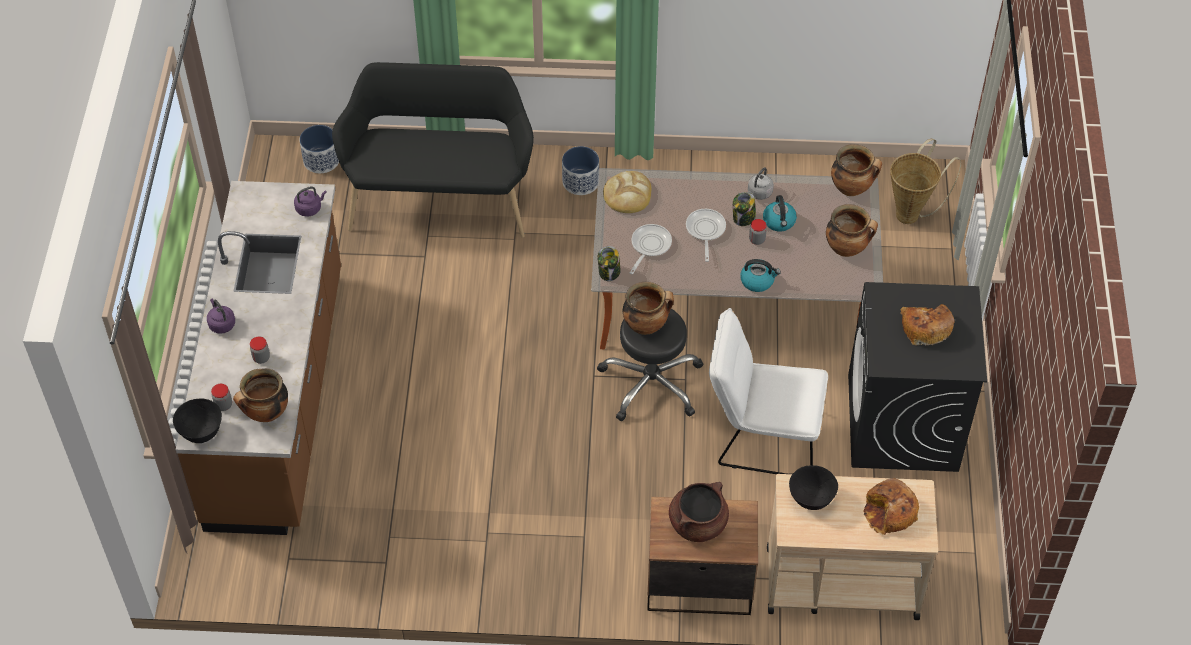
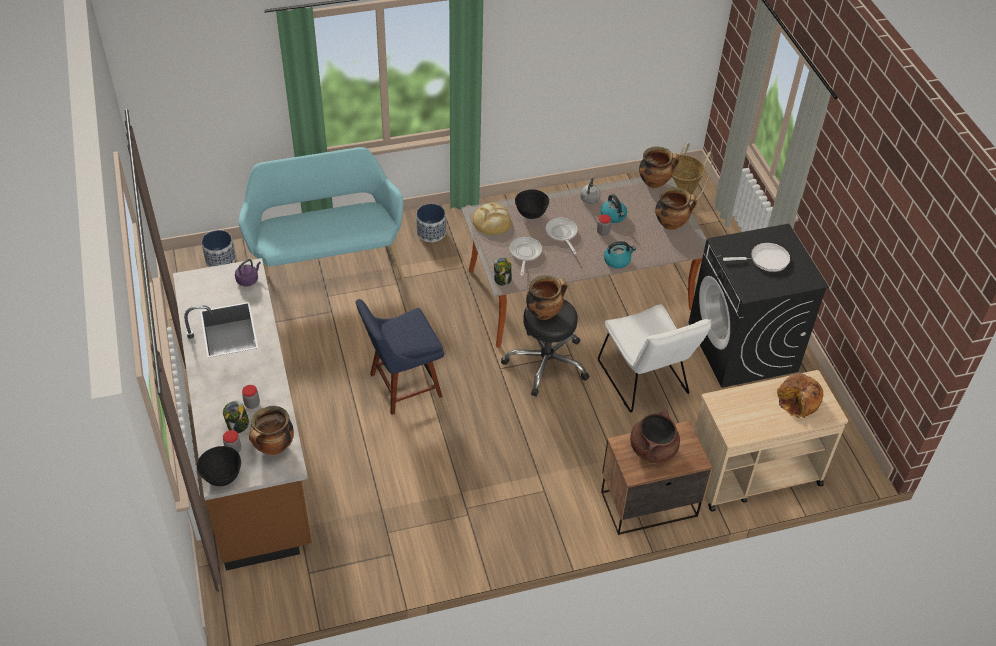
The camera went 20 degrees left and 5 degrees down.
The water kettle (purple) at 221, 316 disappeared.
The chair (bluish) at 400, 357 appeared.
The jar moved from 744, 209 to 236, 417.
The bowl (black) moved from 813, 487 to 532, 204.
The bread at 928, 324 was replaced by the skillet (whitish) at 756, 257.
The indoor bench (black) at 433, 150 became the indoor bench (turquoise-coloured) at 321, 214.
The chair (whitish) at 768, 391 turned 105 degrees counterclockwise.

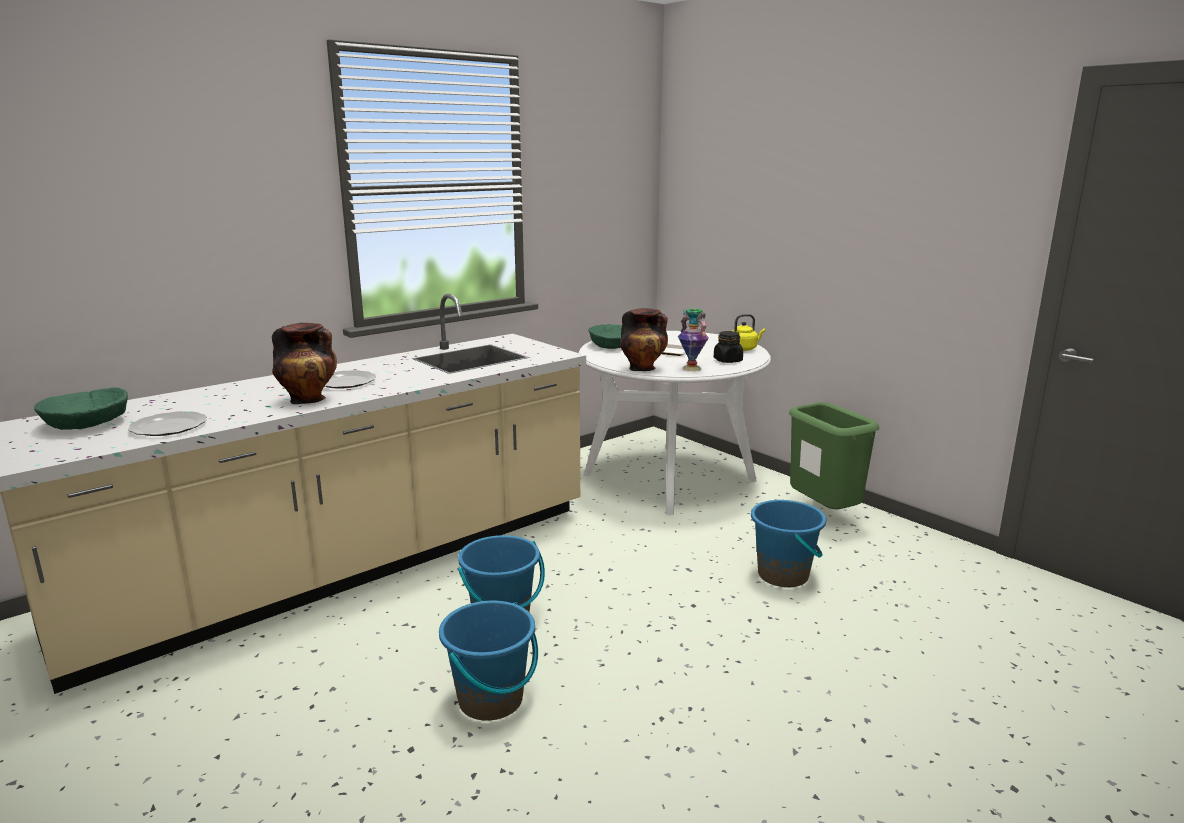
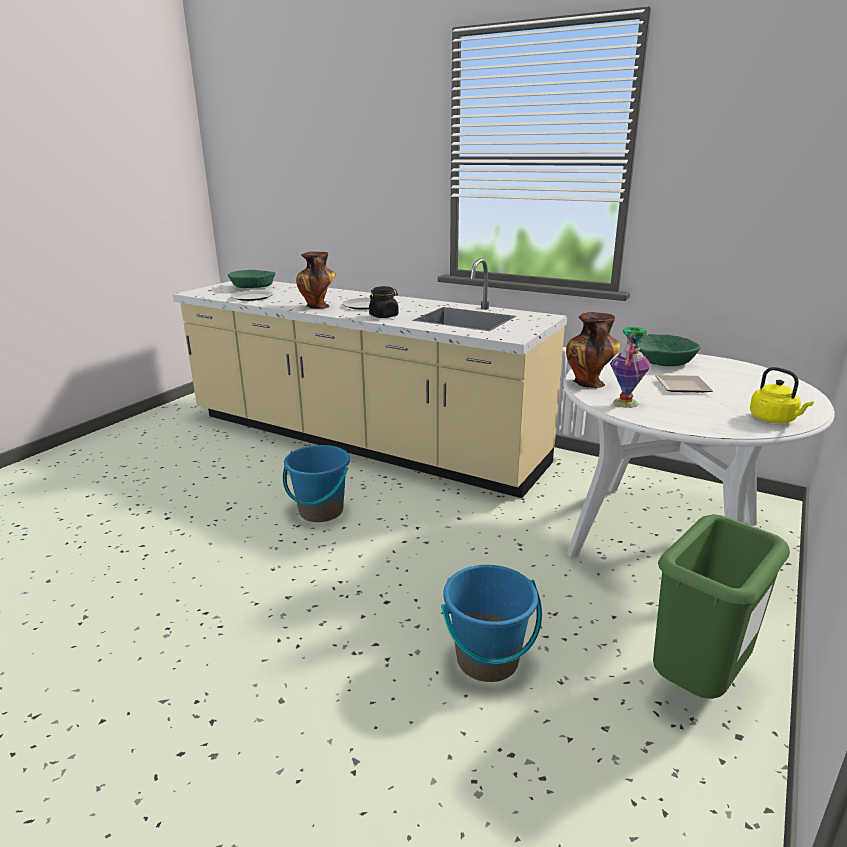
The camera went 70 degrees right and 5 degrees up.
The bucket (bluish) at 488, 661 disappeared.
The jar (black) moved from 728, 347 to 384, 302.

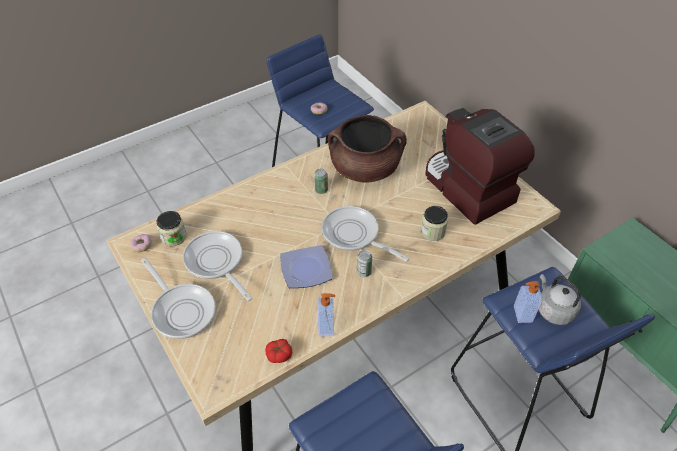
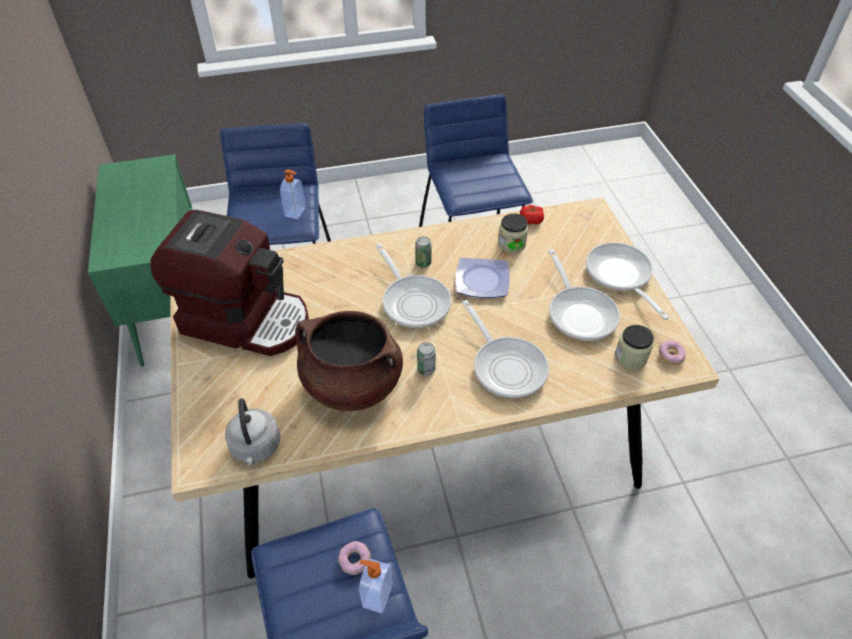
The camera went 160 degrees left and 0 degrees up.
The skillet at 505, 349 appeared.
The soap bottle moved from 326, 315 to 376, 586.
The jar moved from 434, 223 to 513, 233.
The water kettle (grey) moved from 559, 299 to 252, 431.
The coffee machine at 480, 166 turned 60 degrees counterclockwise.

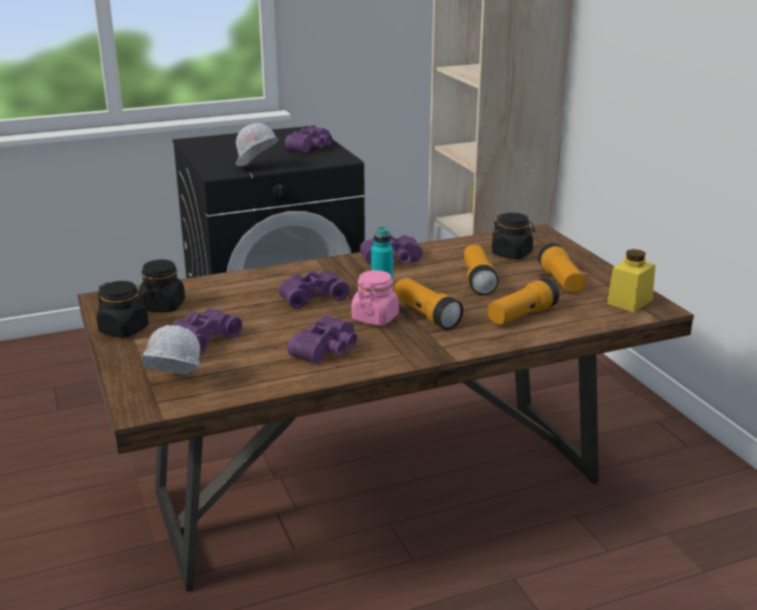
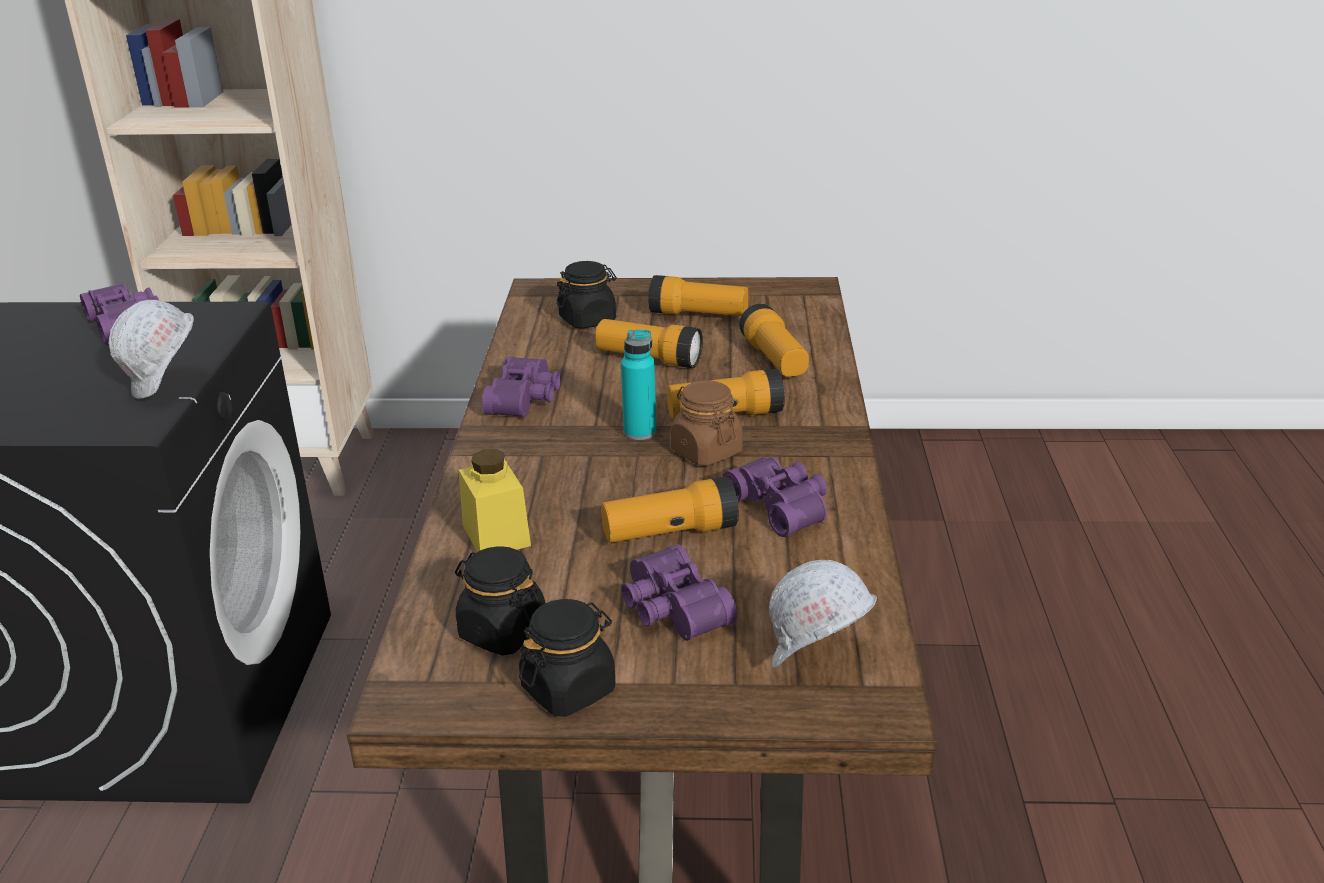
The camera went 65 degrees left and 5 degrees up.
The pair of binoculars (purple) at 314, 289 disappeared.
The torch at 670, 510 appeared.
The jar (yellow) moved from 631, 280 to 495, 500.
The jar (pink-coloured) at 375, 298 became the jar (brown-coloured) at 707, 423.

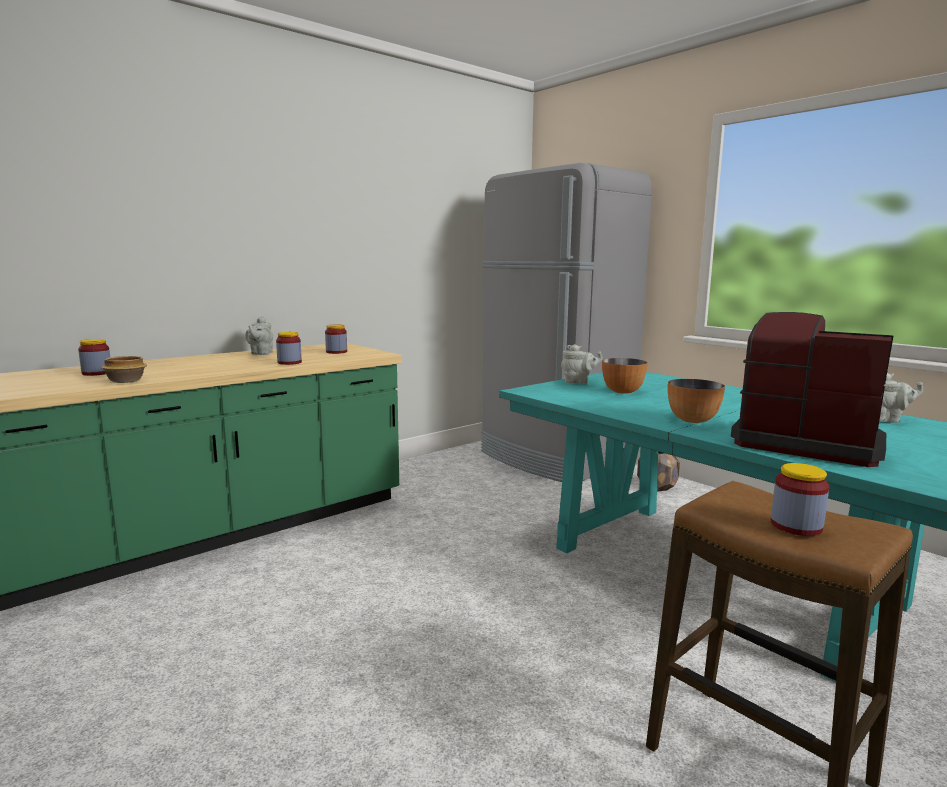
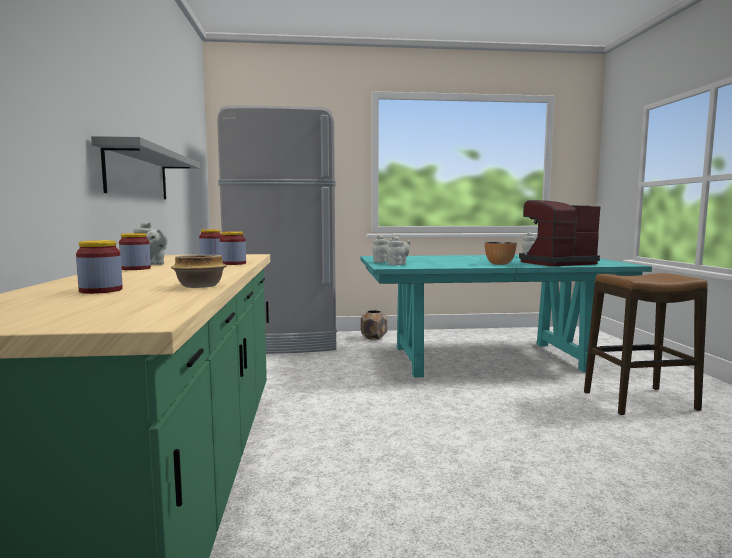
The camera went 55 degrees left and 5 degrees down.
The bowl at 625, 376 disappeared.
The wall shelf (grey) at 145, 167 appeared.
The tea pot (grey) at 398, 250 appeared.
The jar moved from 800, 499 to 135, 251.

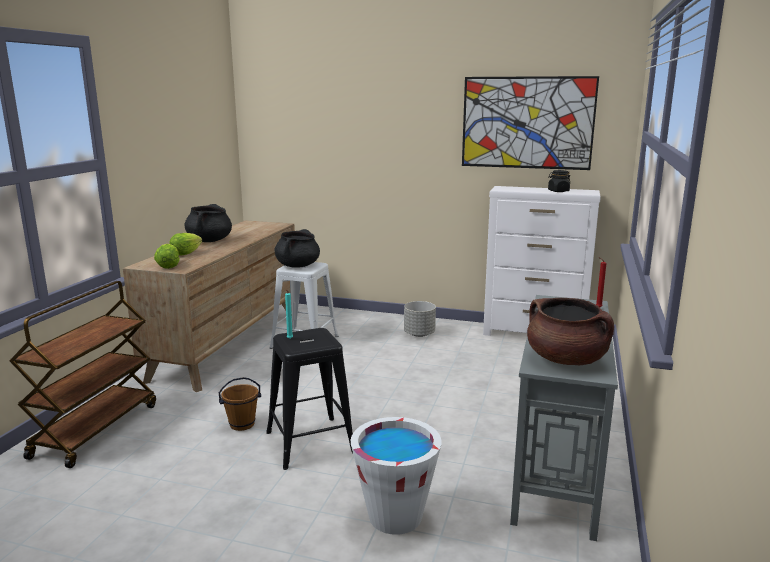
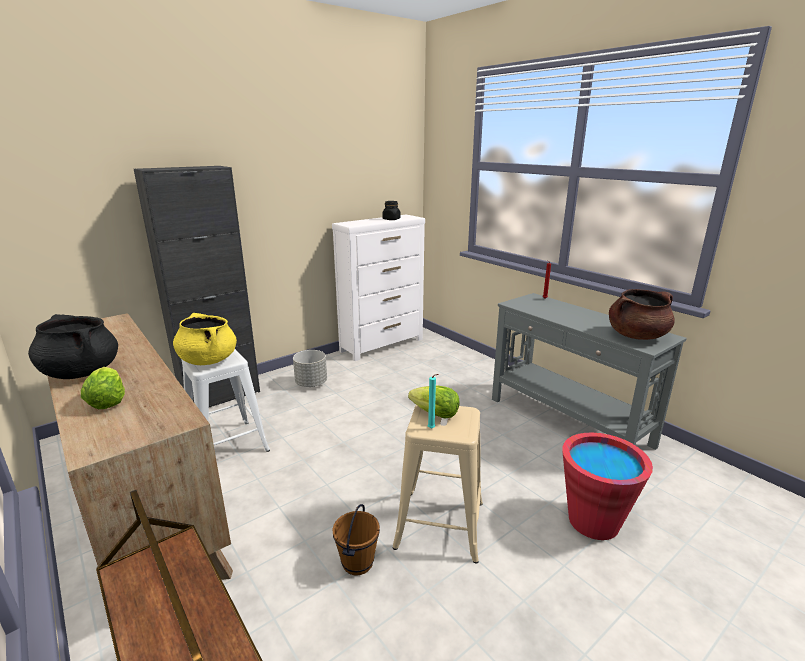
The camera went 55 degrees left and 5 degrees up.
The picture at 530, 123 disappeared.
The storage cabinet (black) at 197, 286 appeared.
The head of lettuce moved from 167, 256 to 433, 402.
The sitting stool (black) at 309, 399 became the sitting stool (beige-coloured) at 438, 484.
The cooking pot (black) at 297, 248 became the cooking pot (yellow) at 205, 339.
The bucket (whitish) at 396, 476 became the bucket (red) at 607, 486.

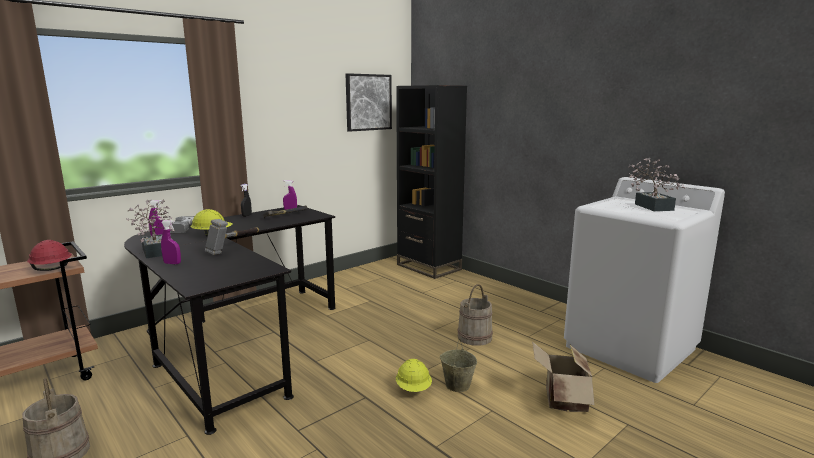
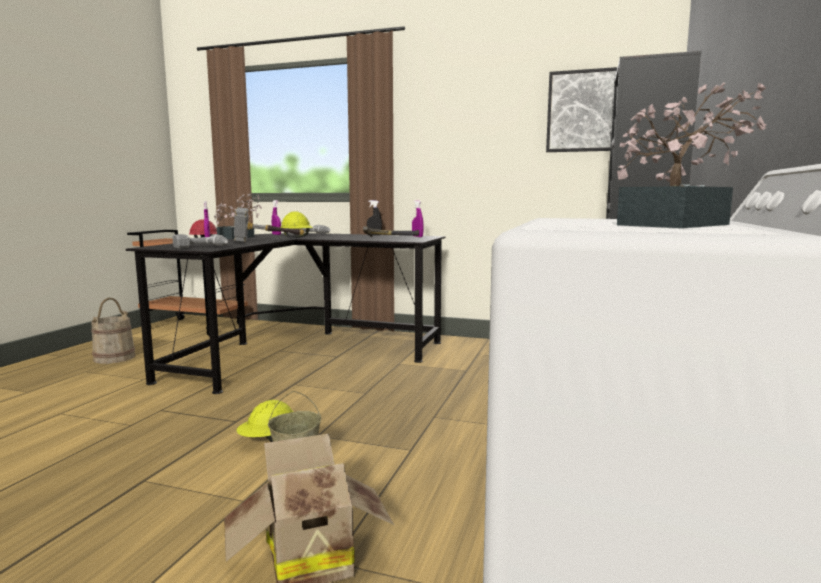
The camera went 60 degrees right and 5 degrees down.
The bucket (beige-coloured) at 475, 315 disappeared.
The electric drill at 200, 241 appeared.

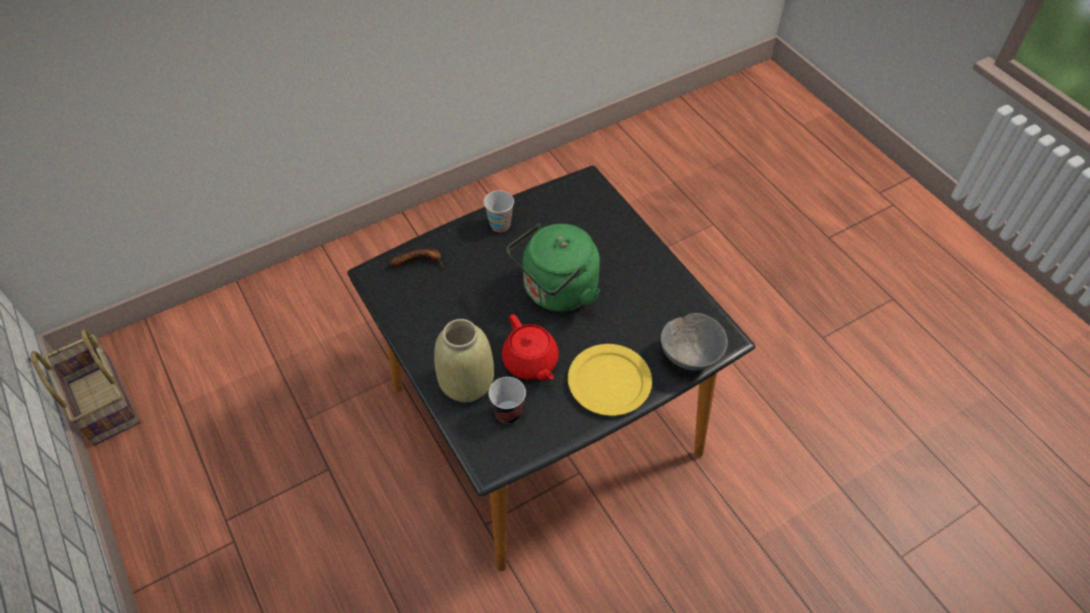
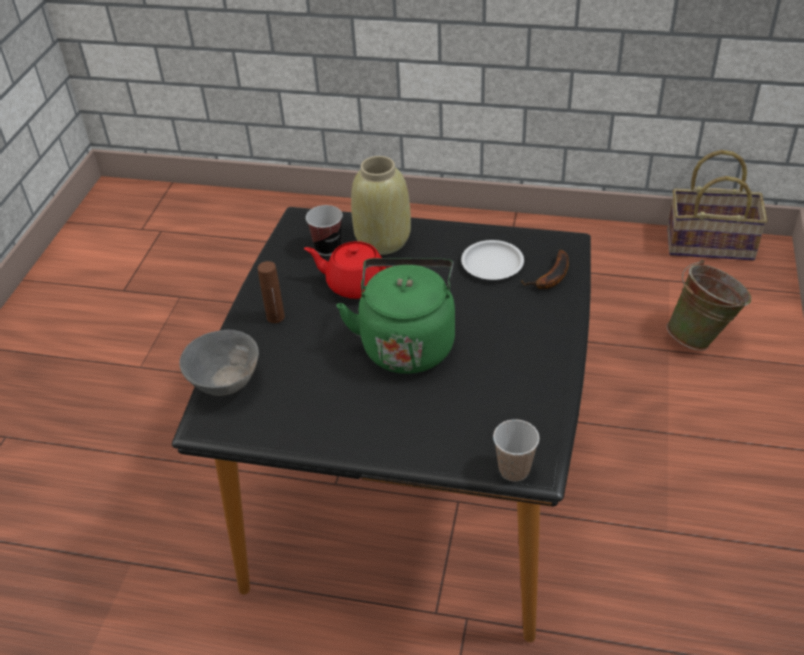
The camera went 135 degrees right and 10 degrees down.
The plate (whitish) at 492, 260 appeared.
The bucket (green) at 709, 305 appeared.
The drinking cup moved from 499, 211 to 516, 450.
The plate (yellow) at 610, 380 was replaced by the beverage bottle (brown-coloured) at 271, 292.

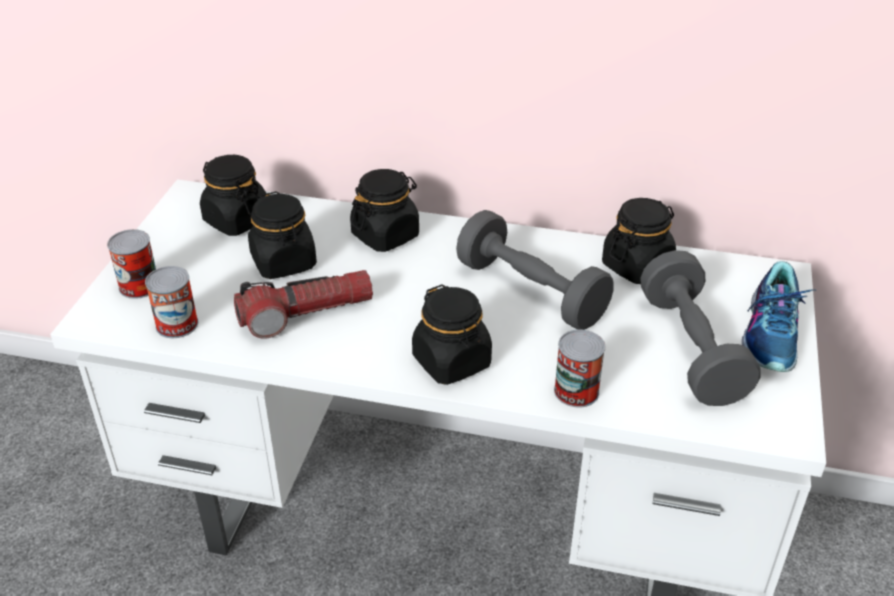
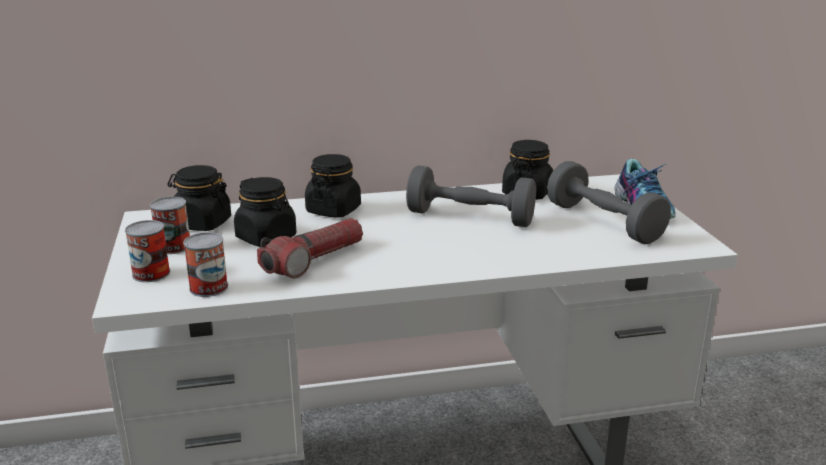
The camera went 25 degrees left and 15 degrees down.
The jar (black) at 452, 334 disappeared.
The can moved from 579, 369 to 170, 225.

